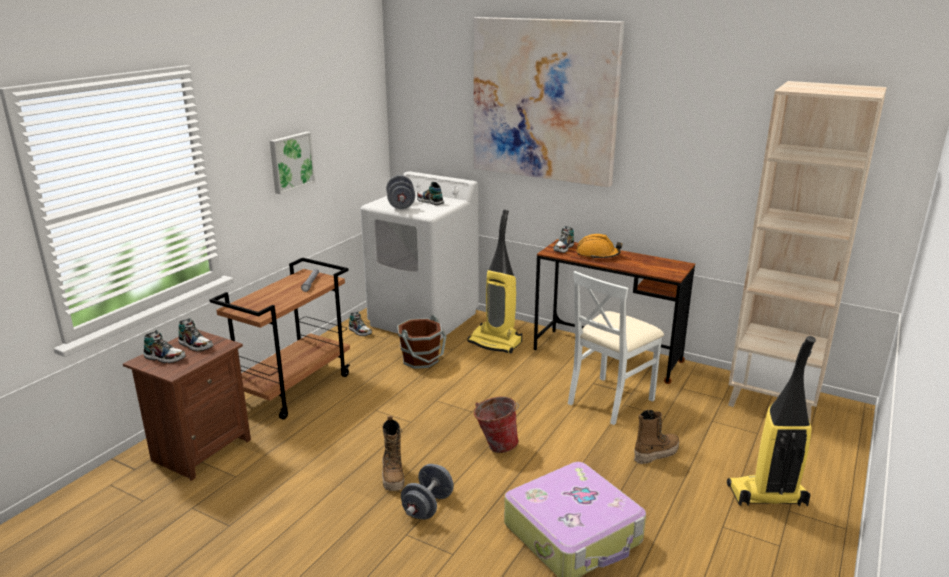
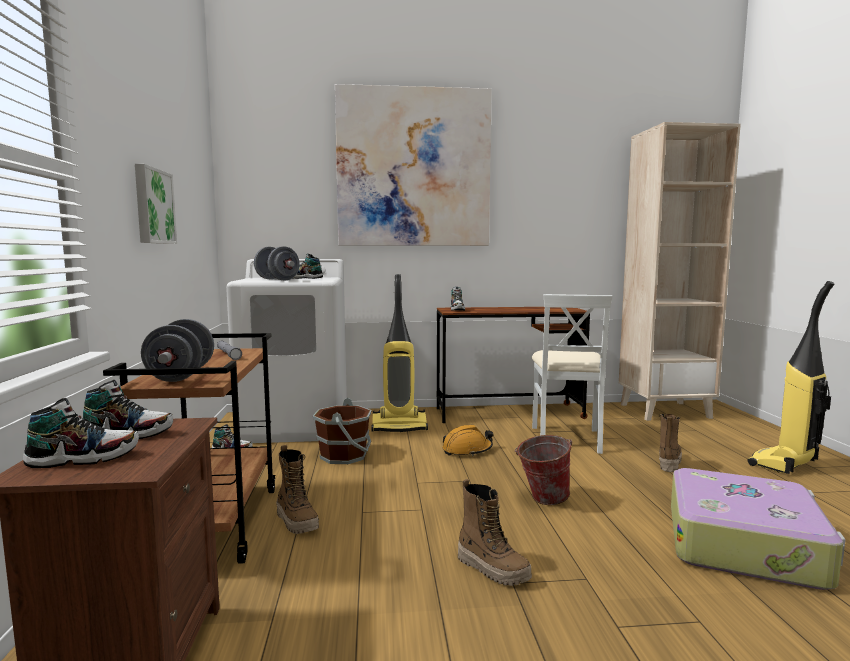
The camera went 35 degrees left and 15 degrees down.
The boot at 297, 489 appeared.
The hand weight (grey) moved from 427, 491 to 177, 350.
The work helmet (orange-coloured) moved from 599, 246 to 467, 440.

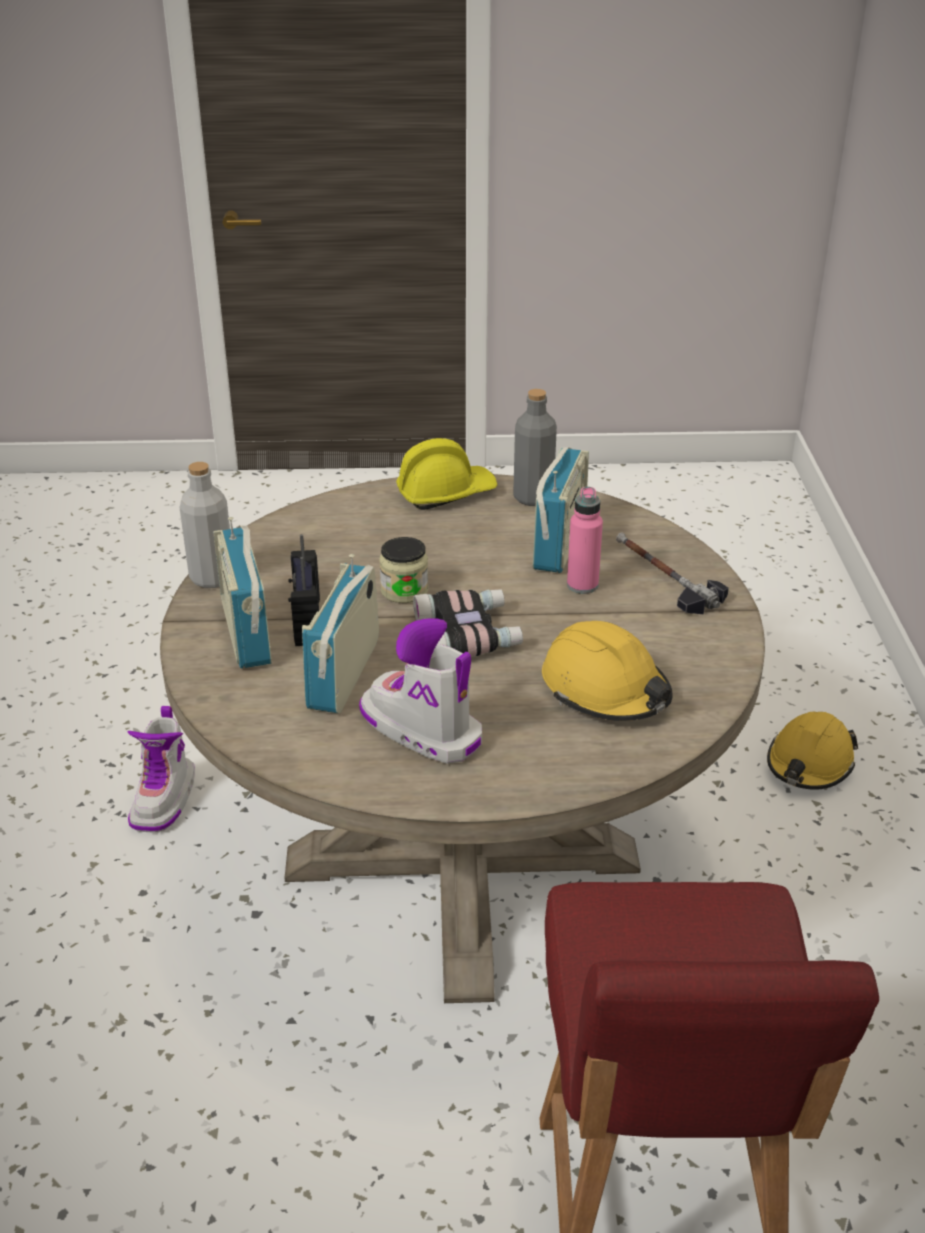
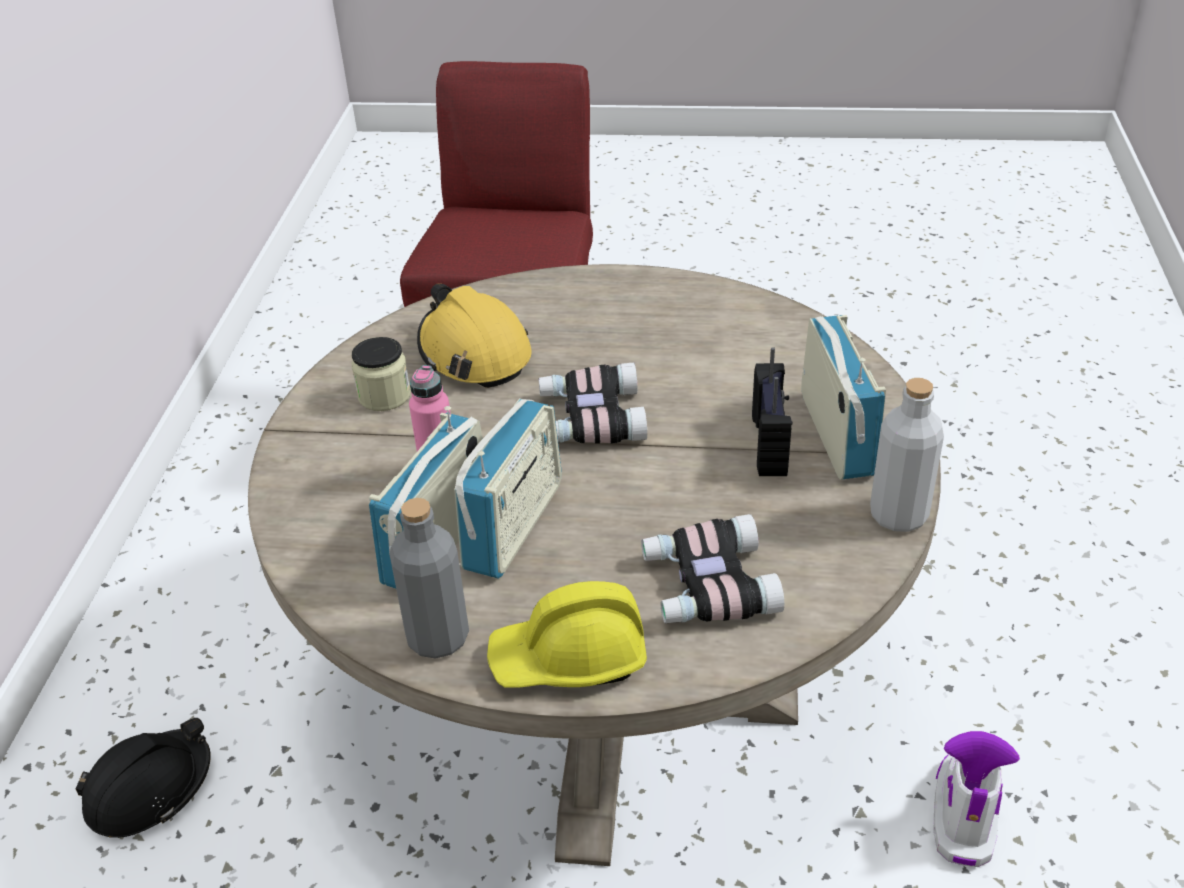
The camera went 170 degrees left and 5 degrees up.
The boot at 420, 691 disappeared.
The tool hammer at 672, 573 disappeared.
The pair of binoculars at 712, 568 appeared.
The radio moved from 340, 634 to 508, 489.
The jar moved from 403, 570 to 381, 374.
The work helmet (yellow) at 812, 751 became the work helmet (black) at 143, 778.

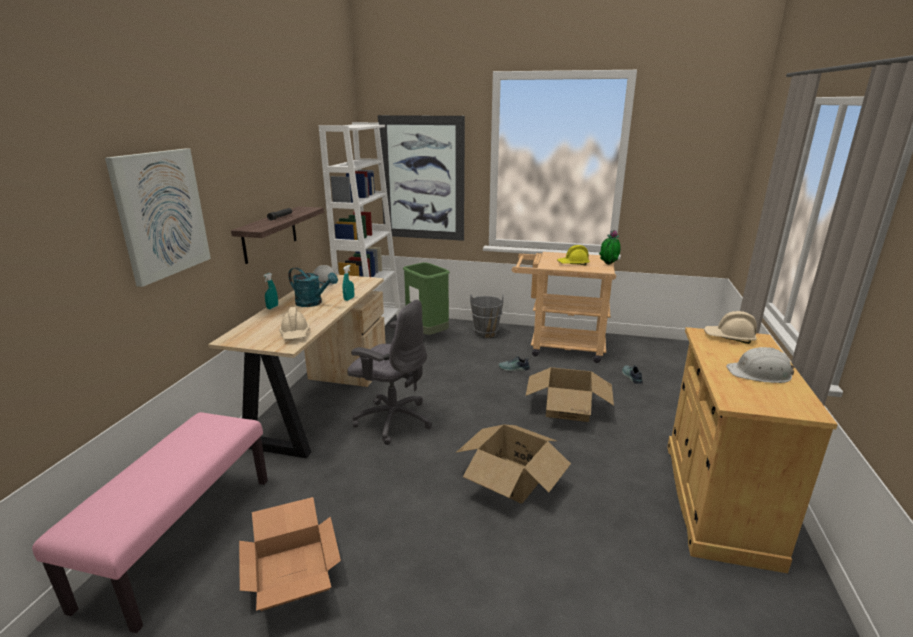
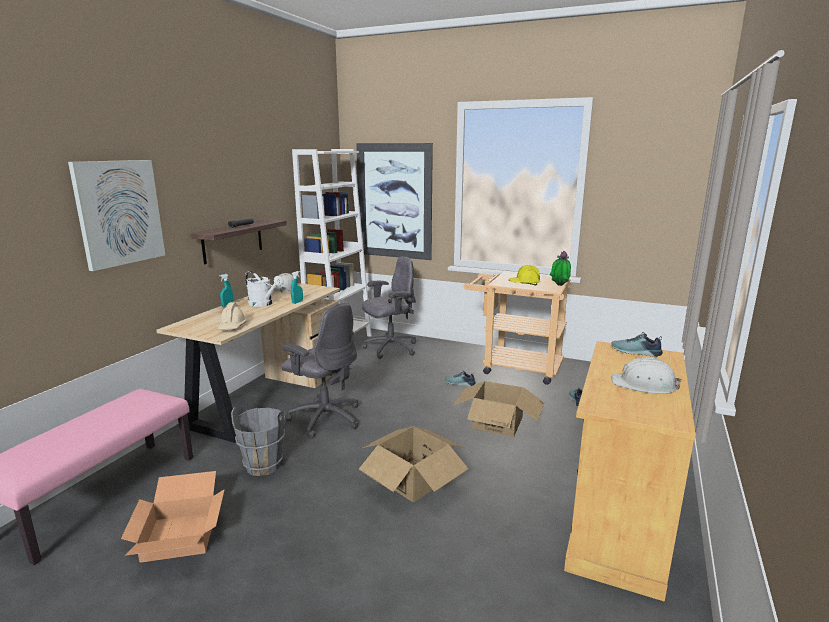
The camera went 10 degrees right and 5 degrees down.
The bucket (grey) moved from 486, 316 to 258, 442.
The trash can (green) at 426, 298 was replaced by the desk chair (grey) at 389, 307.
The work helmet (beige-coloured) at 730, 327 was replaced by the low shoe at 637, 344.
The watering pot (turquoise-coloured) at 313, 287 became the watering pot (whitish) at 264, 289.

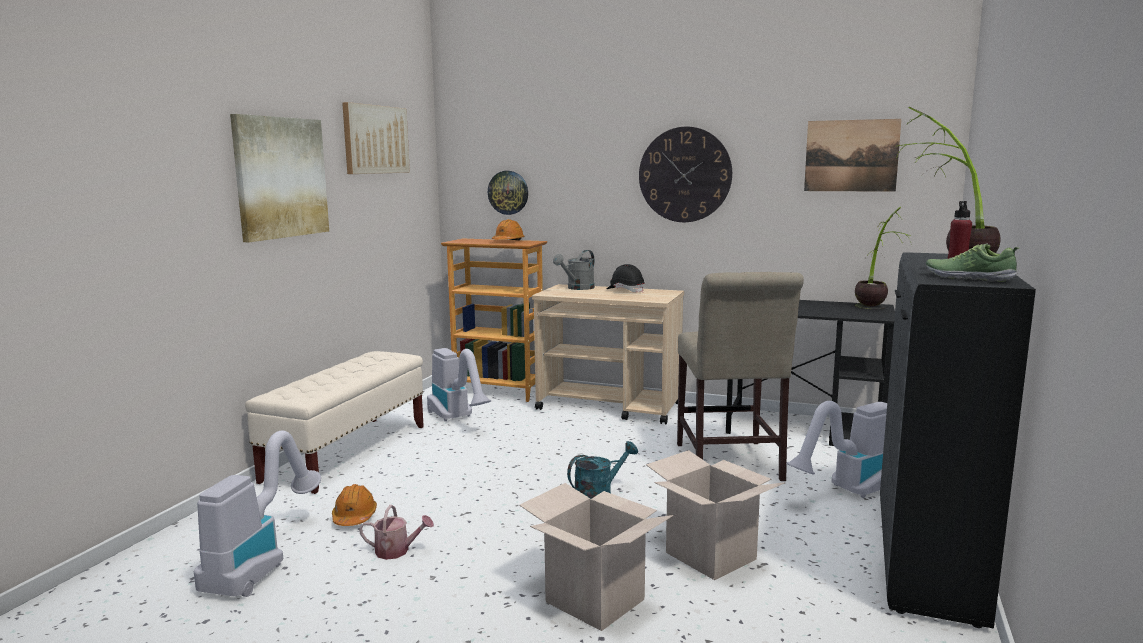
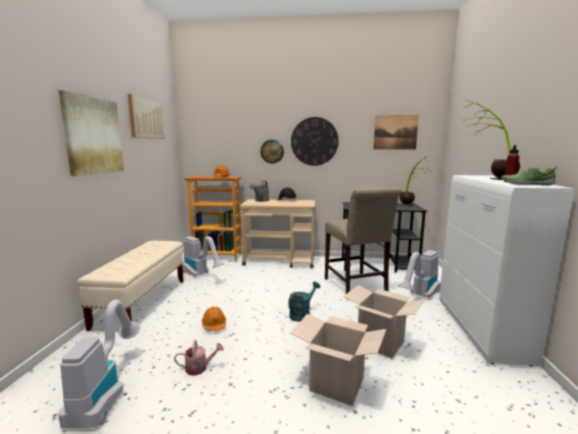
The camera went 15 degrees left and 0 degrees up.
The work helmet (orange-coloured) moved from 354, 505 to 214, 319.
The hanging clock moved from 508, 193 to 272, 152.
The storage cabinet (black) at 958, 440 became the storage cabinet (whitish) at 507, 271.

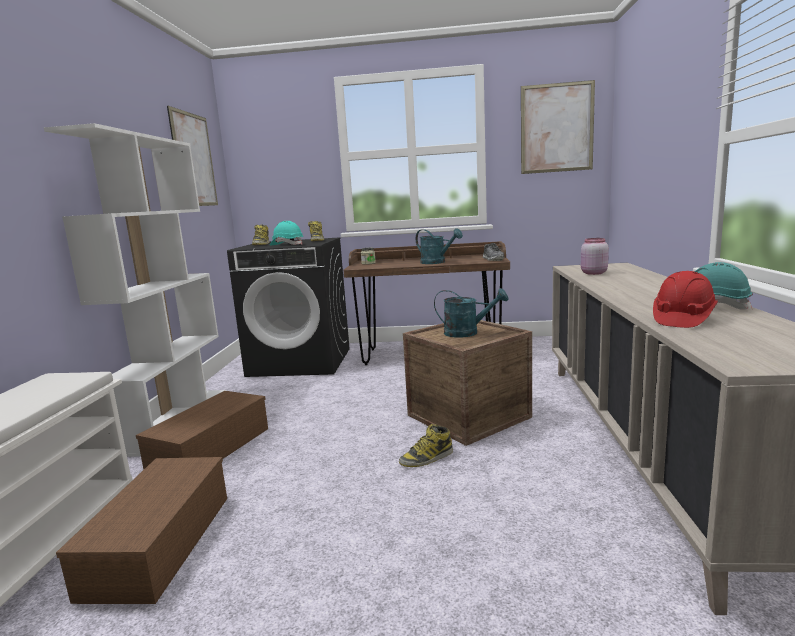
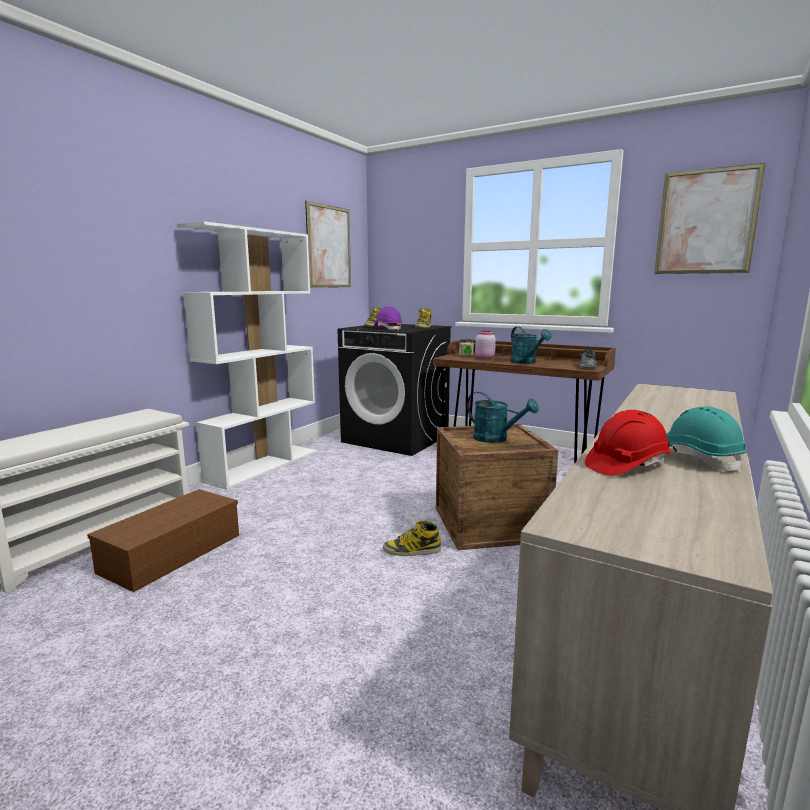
The camera went 25 degrees right and 0 degrees up.
The storage bin (brown-coloured) at 202, 430 disappeared.
The jar (pink-coloured) moved from 595, 256 to 485, 345.
The work helmet (turquoise-coloured) at 286, 233 became the work helmet (purple) at 388, 318.

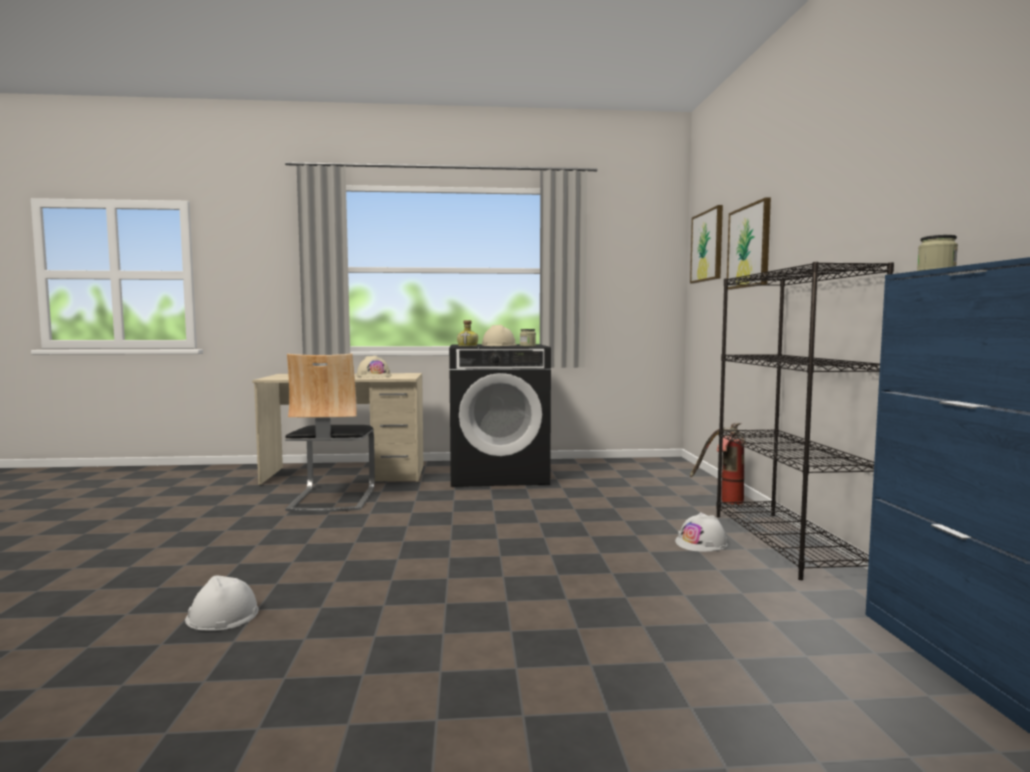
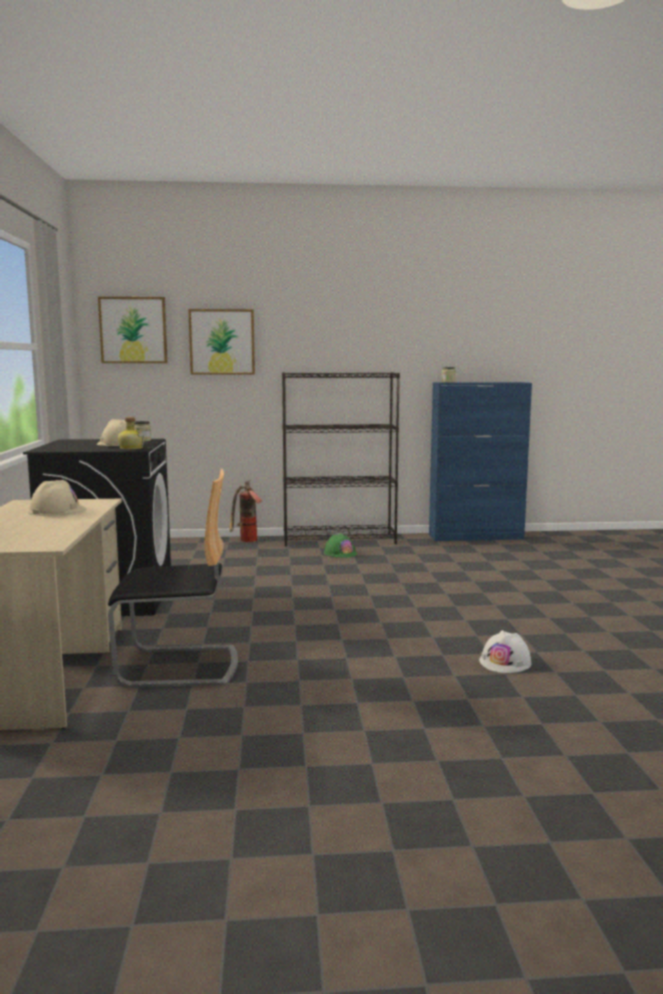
The camera went 90 degrees left and 5 degrees up.
The work helmet (whitish) at 701, 532 became the work helmet (green) at 340, 546.

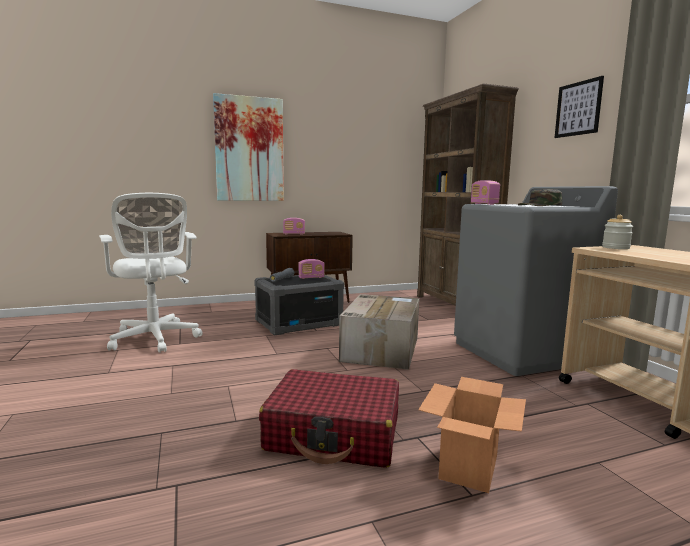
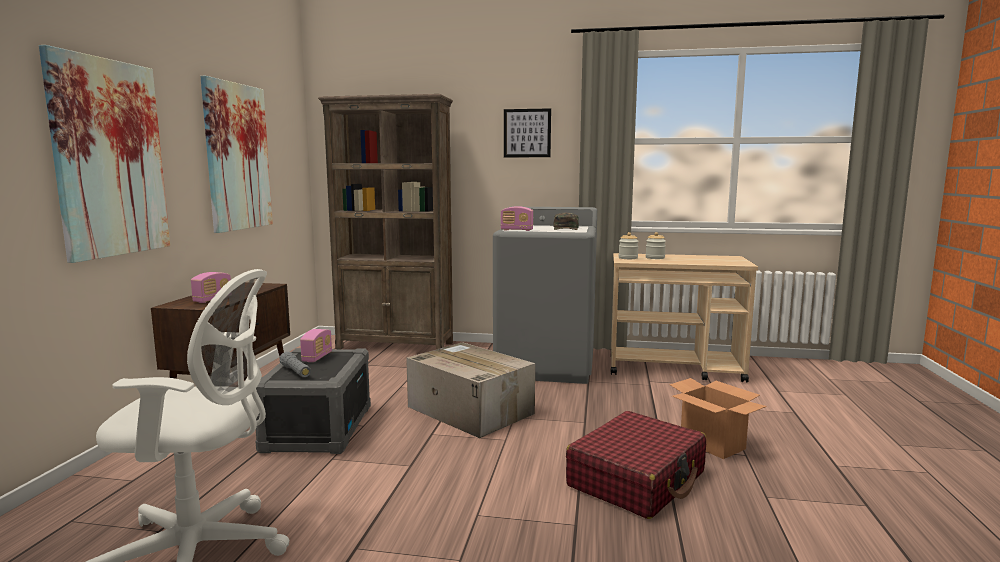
The camera went 60 degrees left and 0 degrees up.
The picture at 236, 154 appeared.
The jar at 656, 245 appeared.

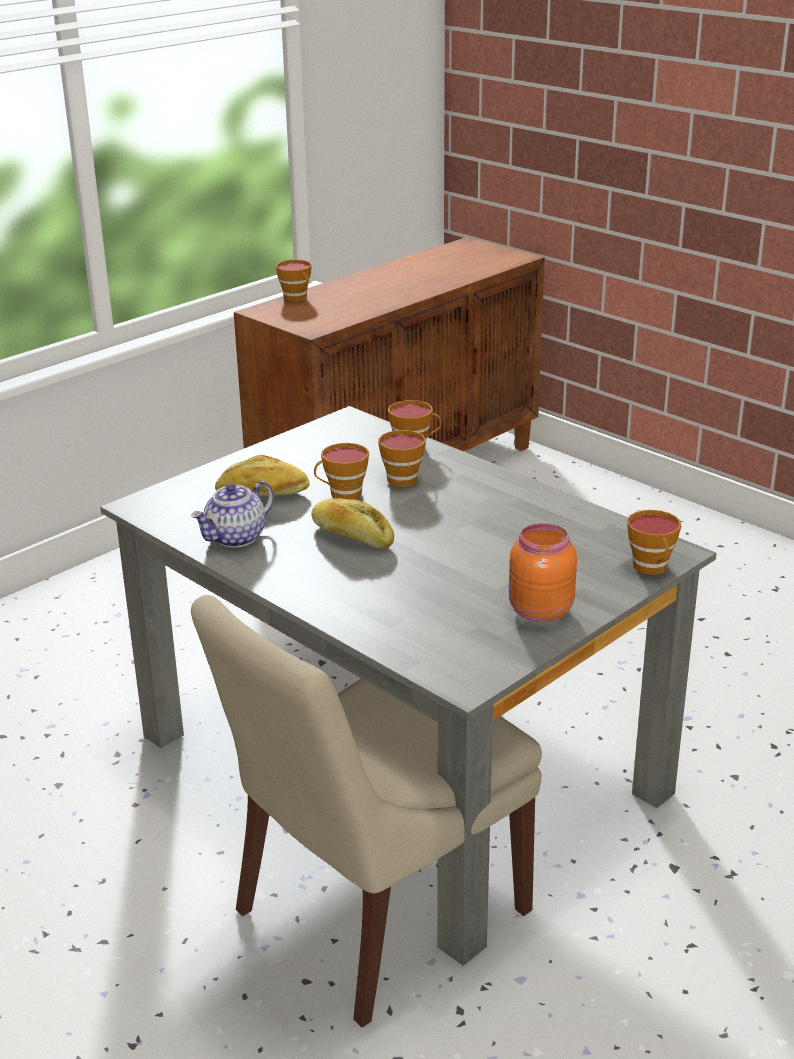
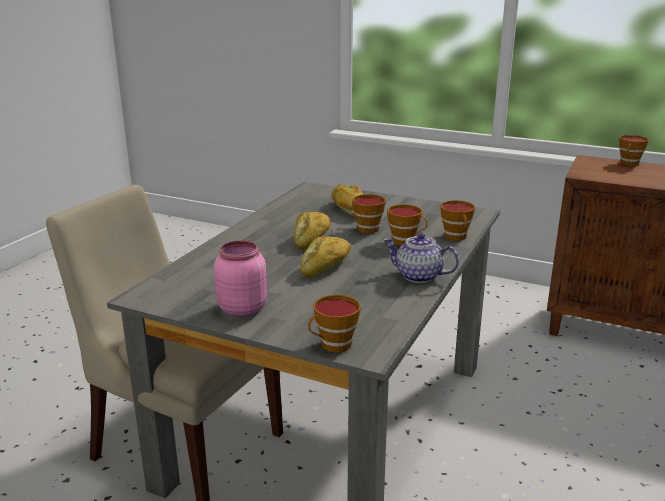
The camera went 70 degrees right and 5 degrees down.
The bread at 325, 257 appeared.
The tea pot moved from 232, 514 to 421, 258.
The jar (orange-coloured) at 543, 572 became the jar (pink-coloured) at 240, 279.

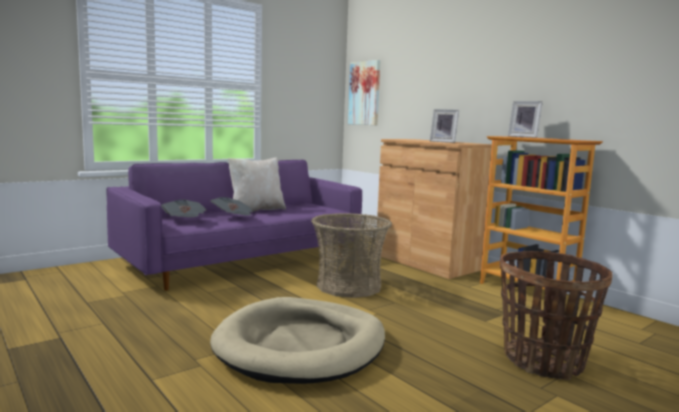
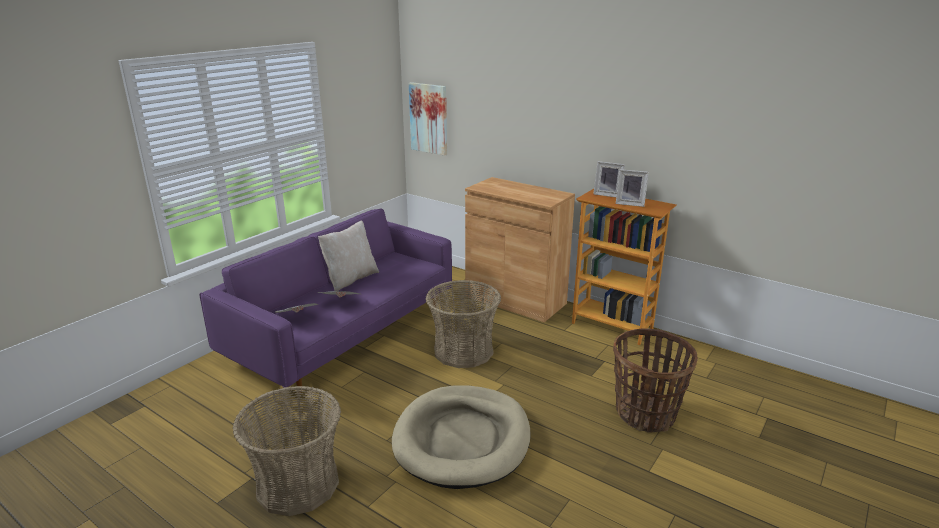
The camera went 15 degrees left and 15 degrees up.
The storage basket at 287, 451 appeared.
The picture frame moved from 444, 126 to 632, 188.

